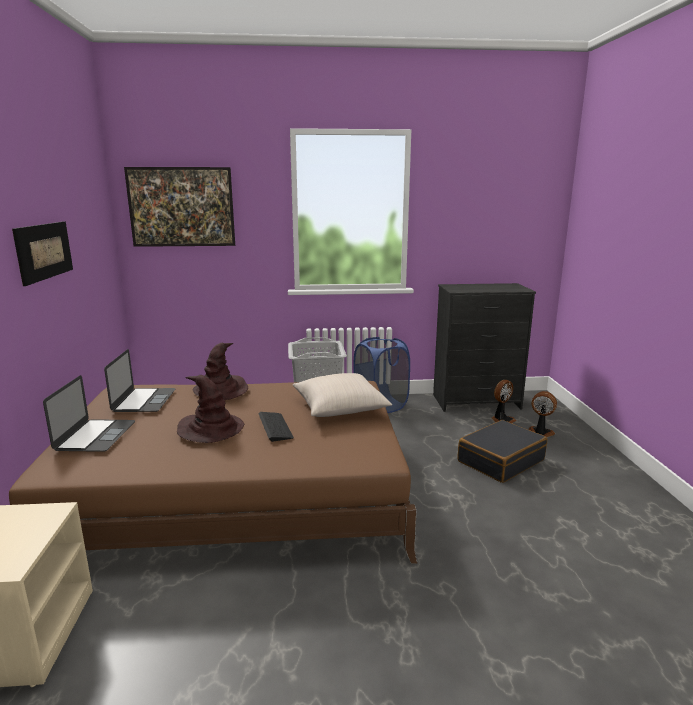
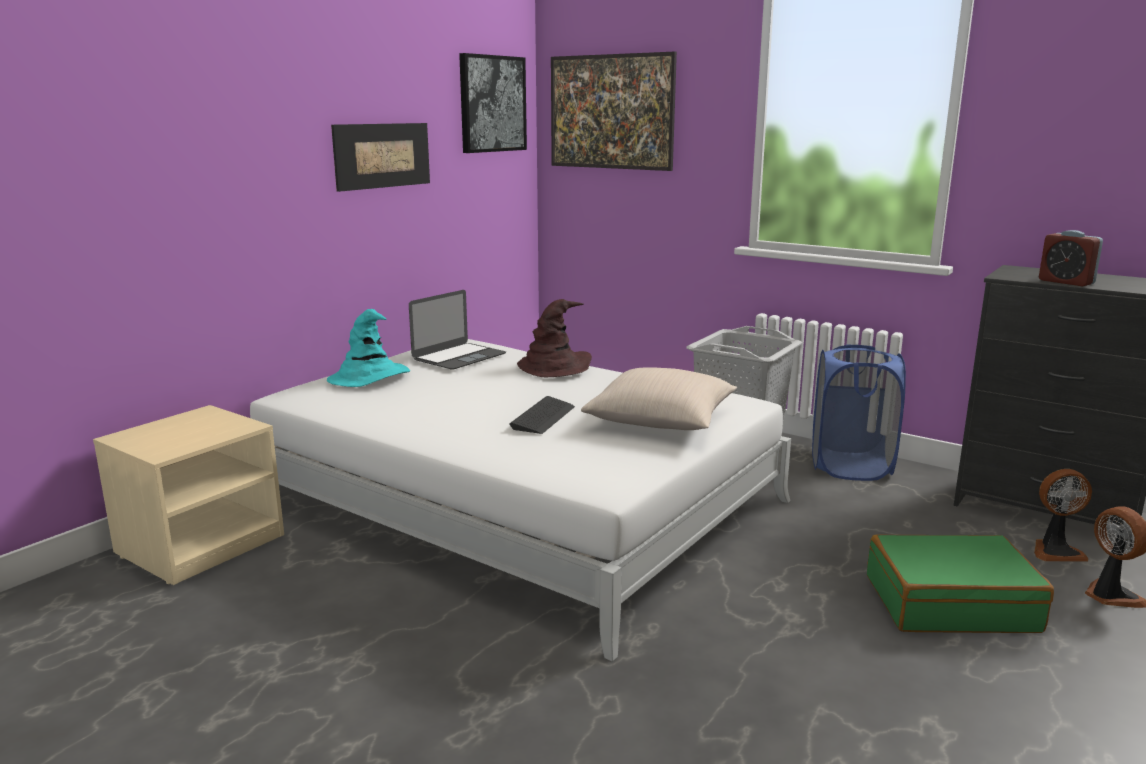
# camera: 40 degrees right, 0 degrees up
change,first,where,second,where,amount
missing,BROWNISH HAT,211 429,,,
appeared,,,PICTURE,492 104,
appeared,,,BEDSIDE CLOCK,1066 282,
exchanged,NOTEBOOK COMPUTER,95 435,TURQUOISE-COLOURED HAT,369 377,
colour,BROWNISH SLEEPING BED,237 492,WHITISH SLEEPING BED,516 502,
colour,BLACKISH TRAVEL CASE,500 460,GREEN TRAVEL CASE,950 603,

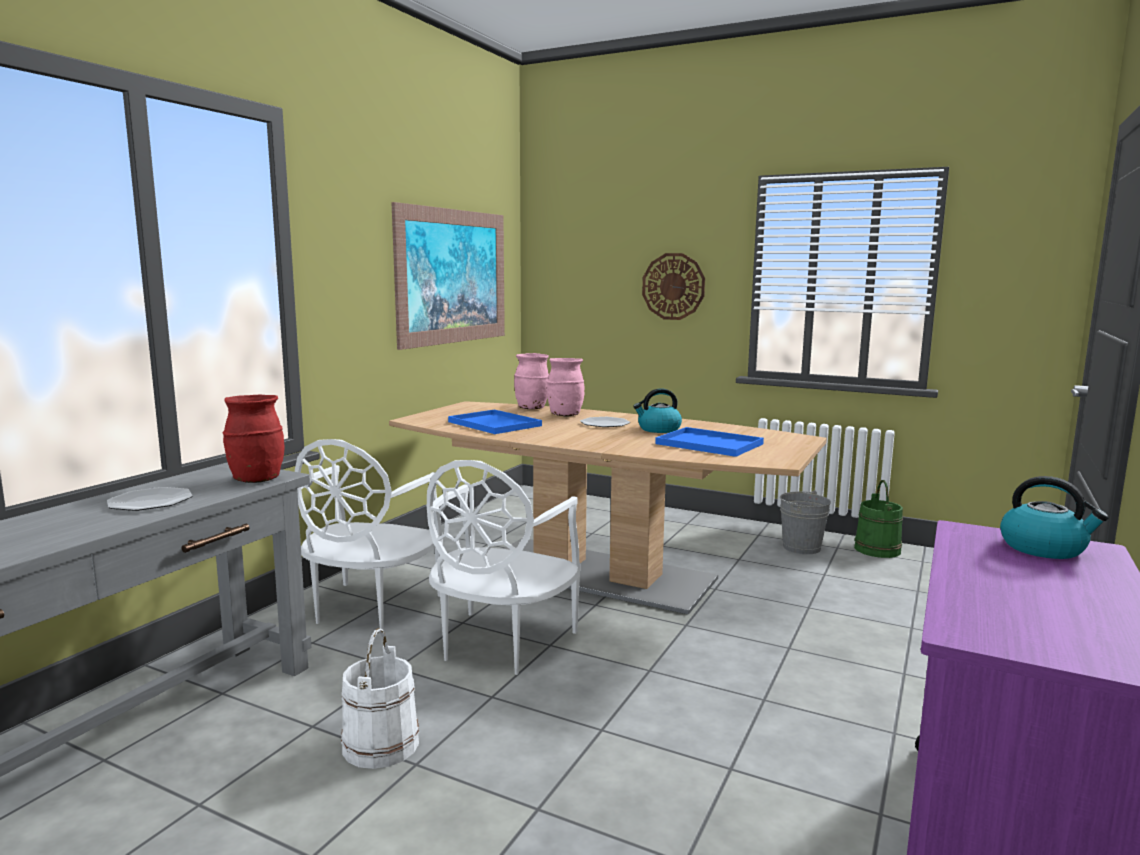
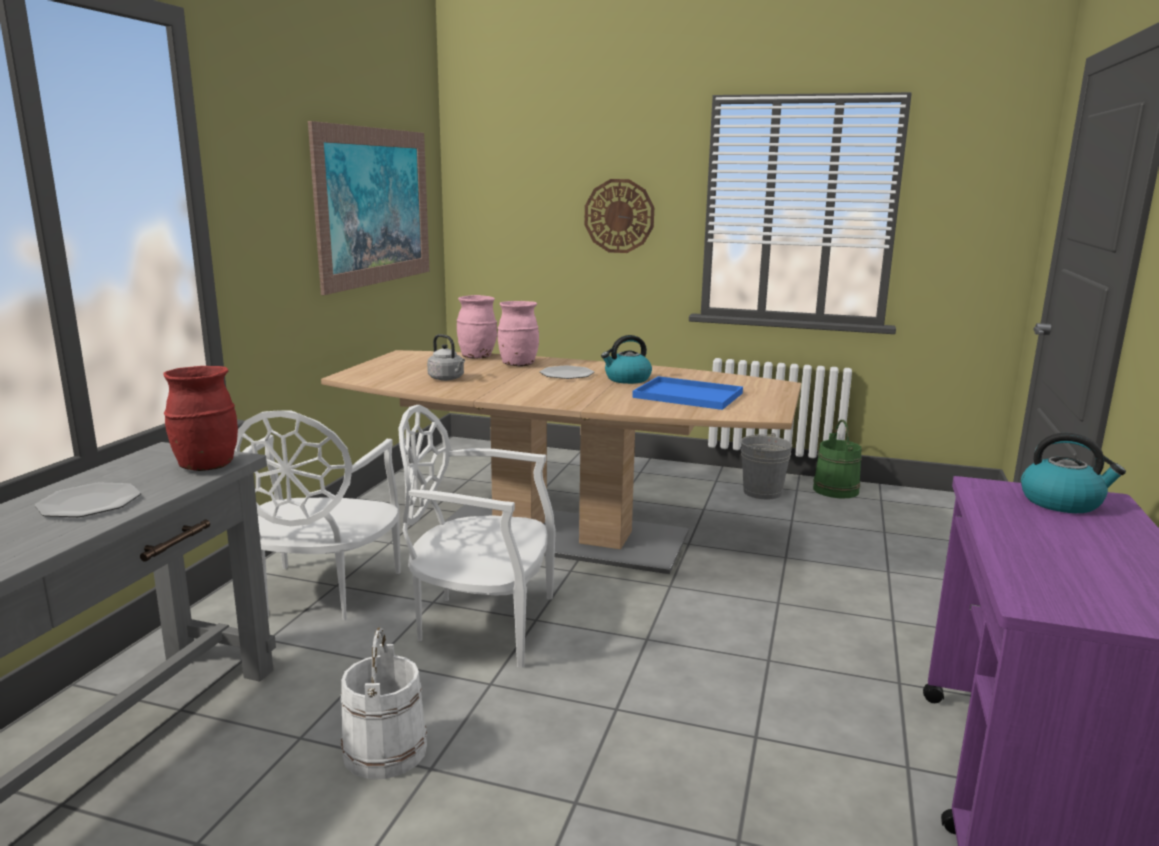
# camera: 10 degrees left, 5 degrees up
change,first,where,second,where,amount
exchanged,BLUE-COLOURED TRAY,496 424,GREYISH KETTLE,447 379,
spun,WHITISH UPRIGHT CHAIR,500 644,,482 623,90 degrees clockwise

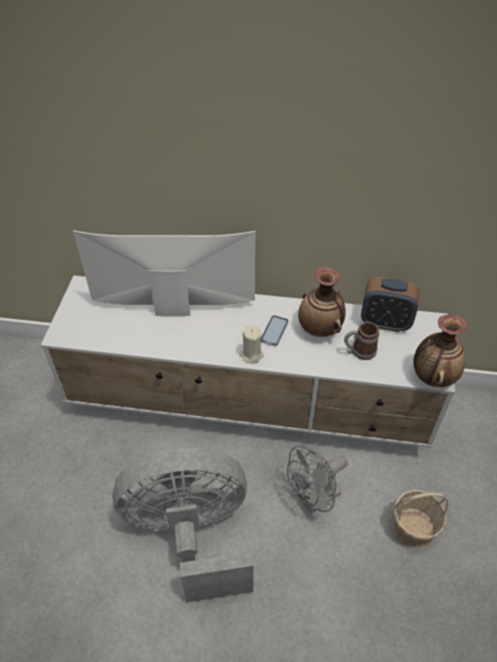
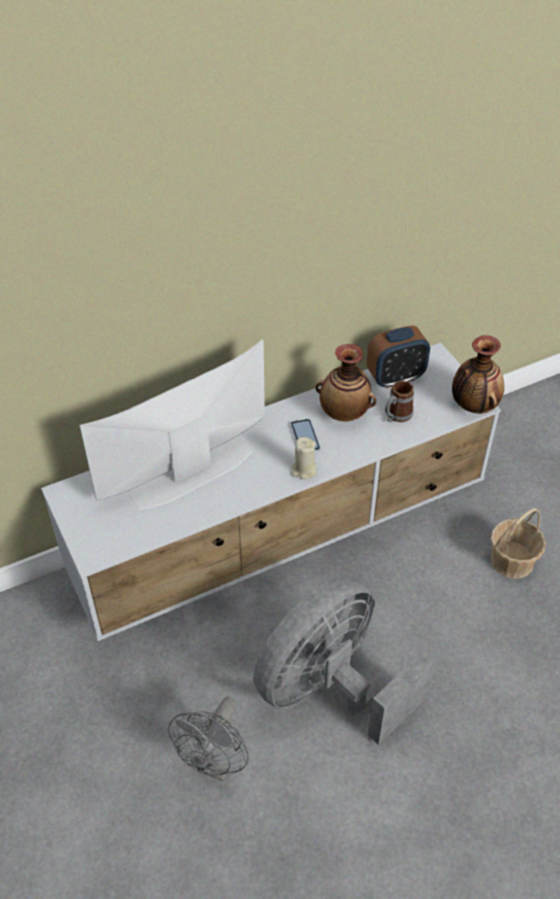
# camera: 35 degrees left, 0 degrees up
change,first,where,second,where,amount
relocated,GREYISH COOLING FAN,313 500,,216 763,

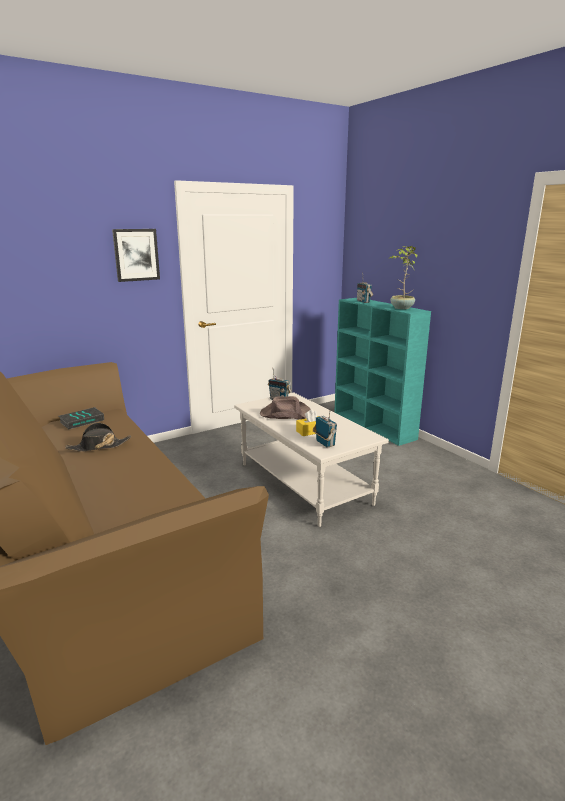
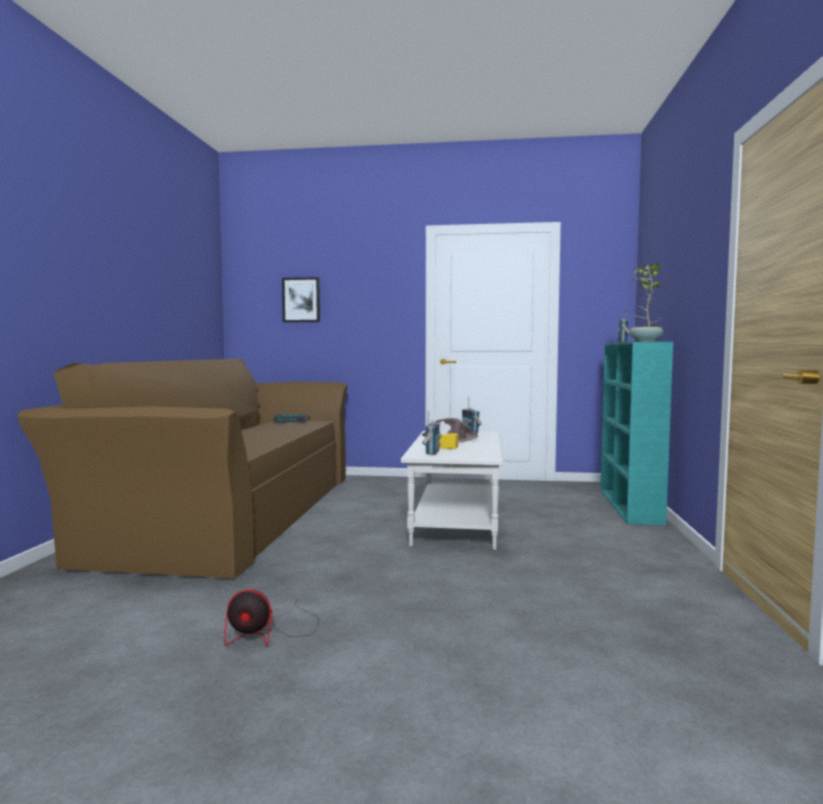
# camera: 40 degrees right, 15 degrees down
change,first,where,second,where,amount
missing,BLACKISH HAT,99 446,,,
appeared,,,COOLING FAN,270 633,
relocated,PICTURE,136 255,,301 300,

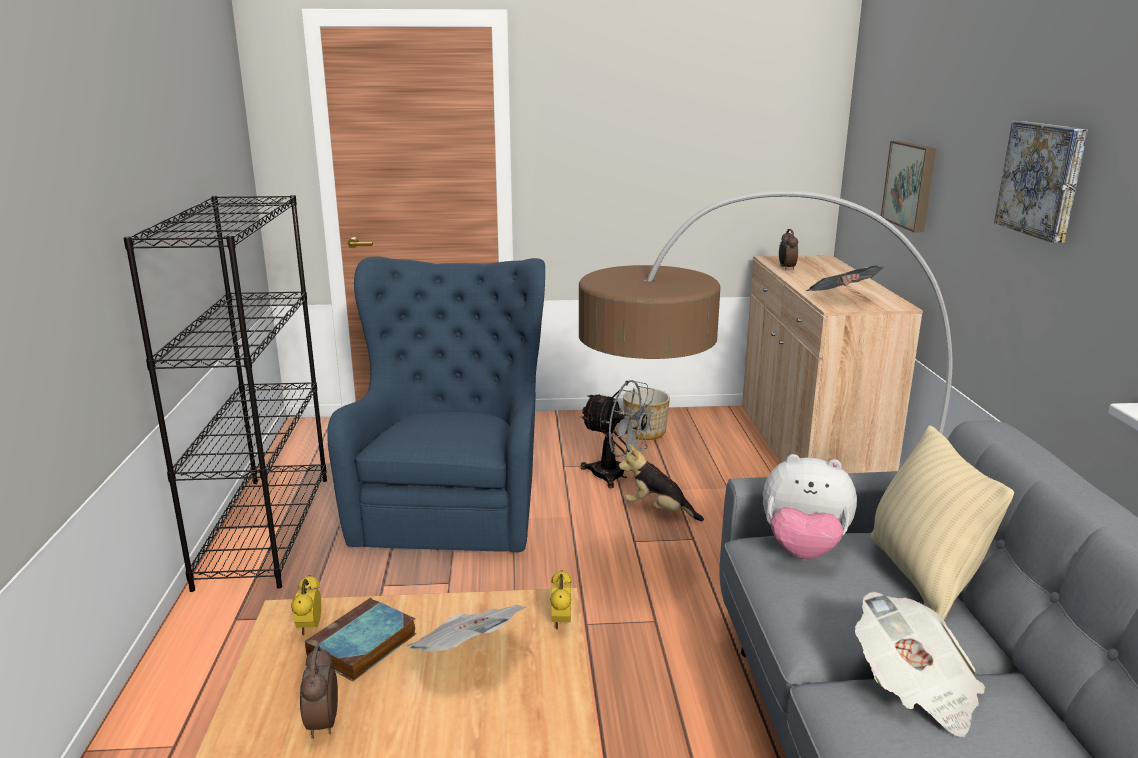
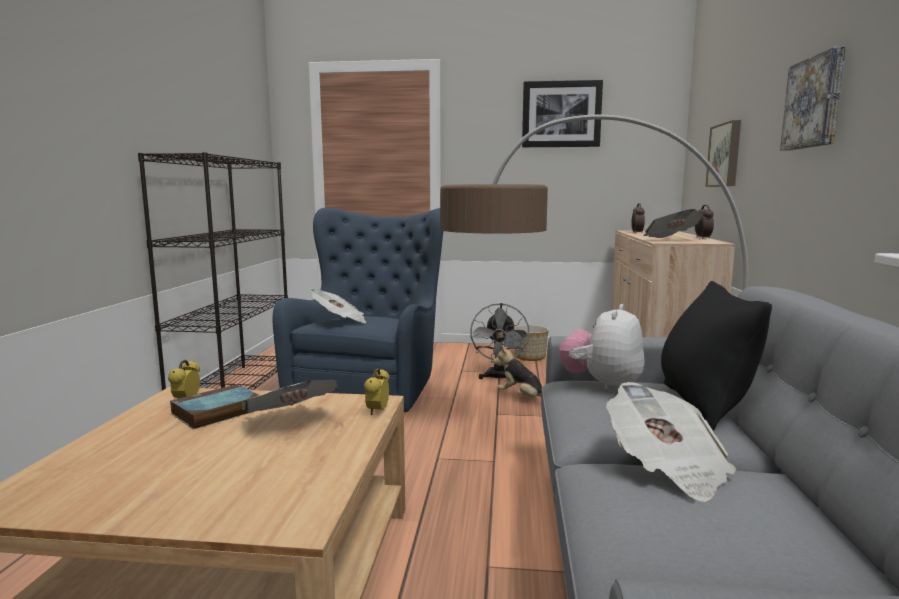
# camera: 10 degrees right, 10 degrees down
change,first,where,second,where,amount
appeared,,,PRINTED PAPER,340 321,
appeared,,,PICTURE,561 114,
relocated,BEDSIDE CLOCK,321 724,,702 238,
colour,SAND-COLOURED CUSHION,922 576,BLACKISH CUSHION,703 406,
spun,GREYISH COOLING FAN,617 476,,499 378,60 degrees clockwise
spun,SOFT TOY,803 549,,602 385,90 degrees clockwise

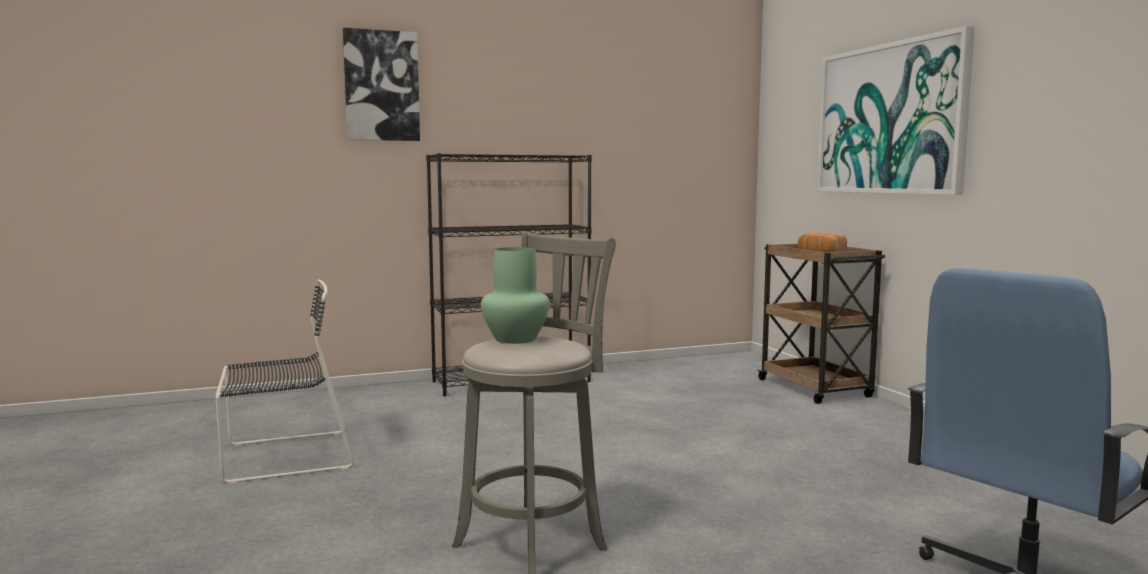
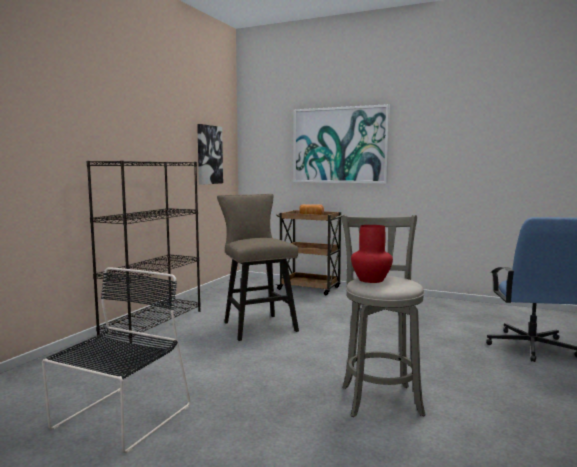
# camera: 45 degrees left, 0 degrees up
change,first,where,second,where,amount
appeared,,,SAND-COLOURED STOOL,257 325,
relocated,PICTURE,381 86,,209 154,
colour,GREEN FLOWER VASE,514 339,RED-COLOURED FLOWER VASE,371 280,

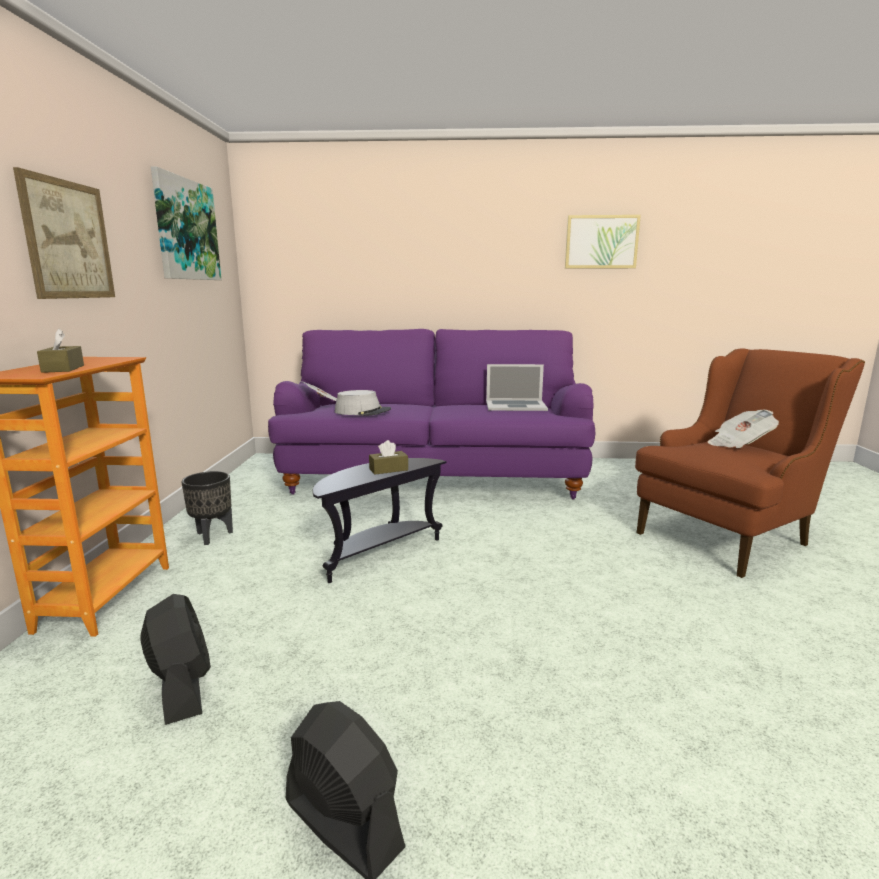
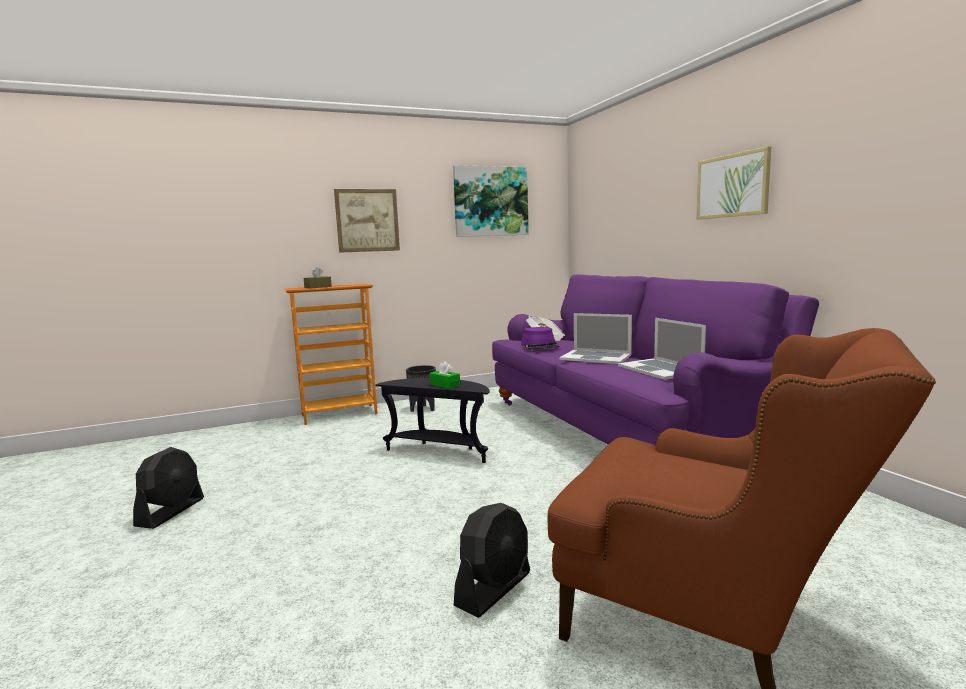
# camera: 65 degrees right, 5 degrees down
change,first,where,second,where,amount
missing,PRINTED PAPER,739 444,,,
appeared,,,NOTEBOOK COMPUTER,596 357,
relocated,BLACKISH COOLING FAN,182 688,,494 589,
relocated,PICTURE,601 242,,732 186,
colour,GREYISH HAT,363 411,PURPLISH HAT,540 346,
colour,BROWNISH TISSUE BOX,388 469,GREEN TISSUE BOX,445 385,

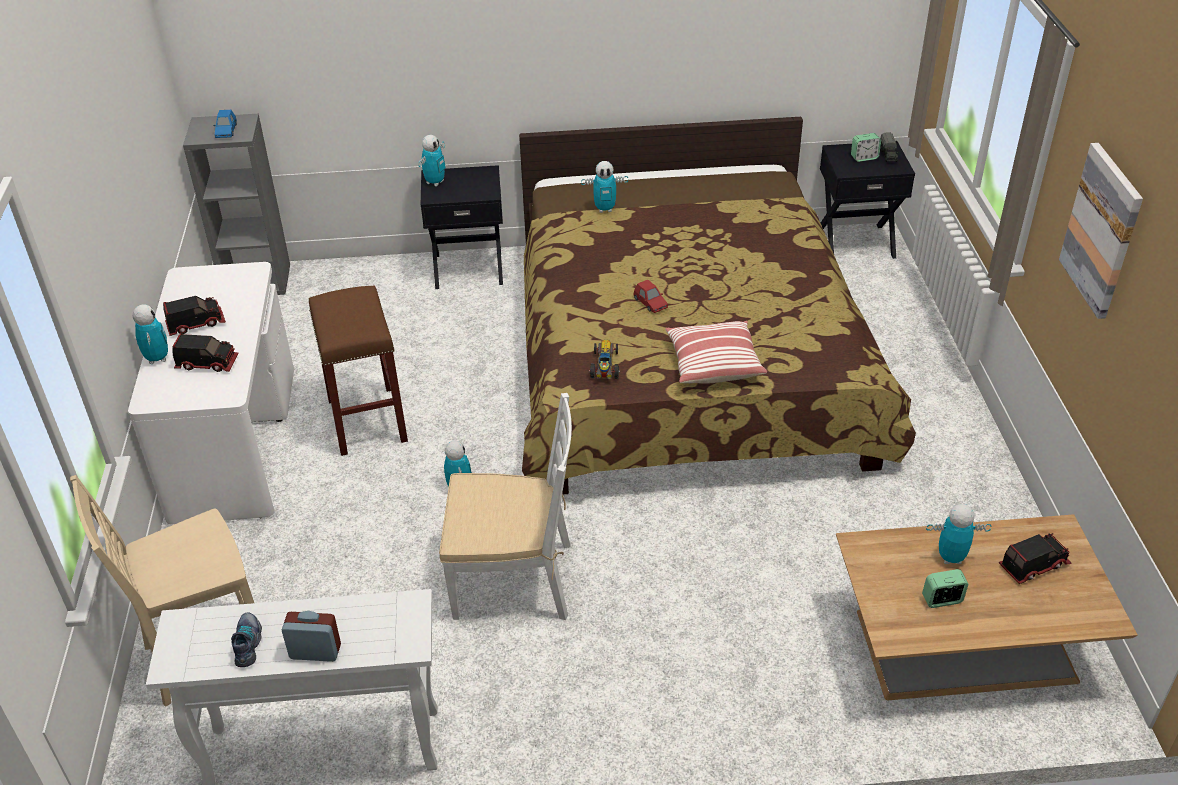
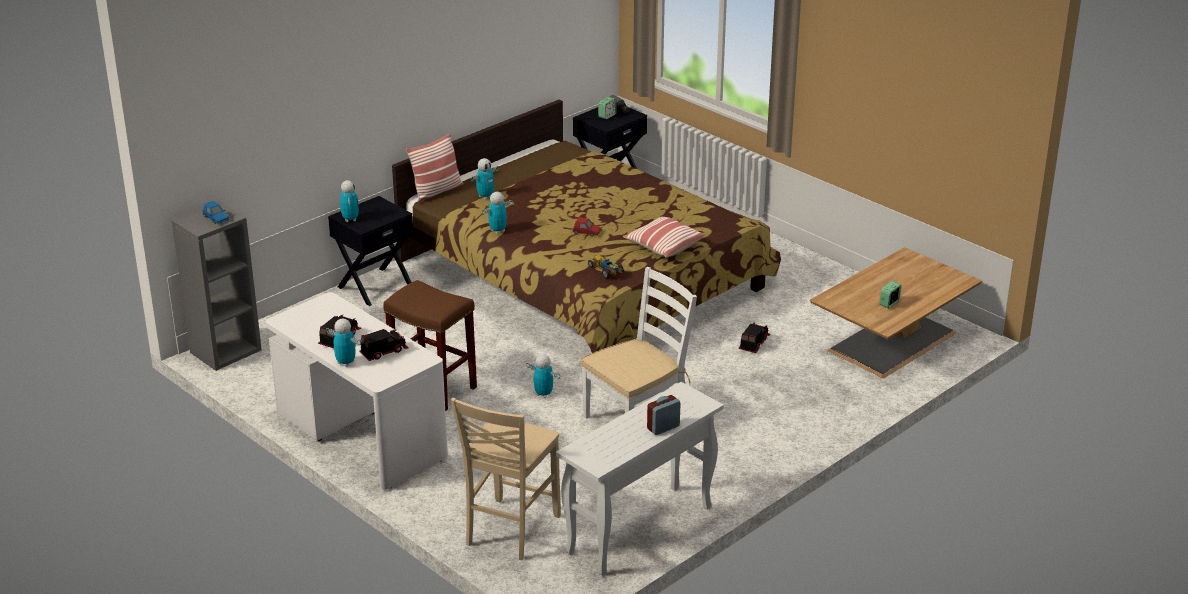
# camera: 40 degrees left, 10 degrees down
change,first,where,second,where,amount
missing,SHOE,248 643,,,
missing,PICTURE,1102 230,,,
appeared,,,CUSHION,437 191,
relocated,MODEL ROBOT,950 558,,497 231,
relocated,TOY TRUCK,1033 565,,753 343,

